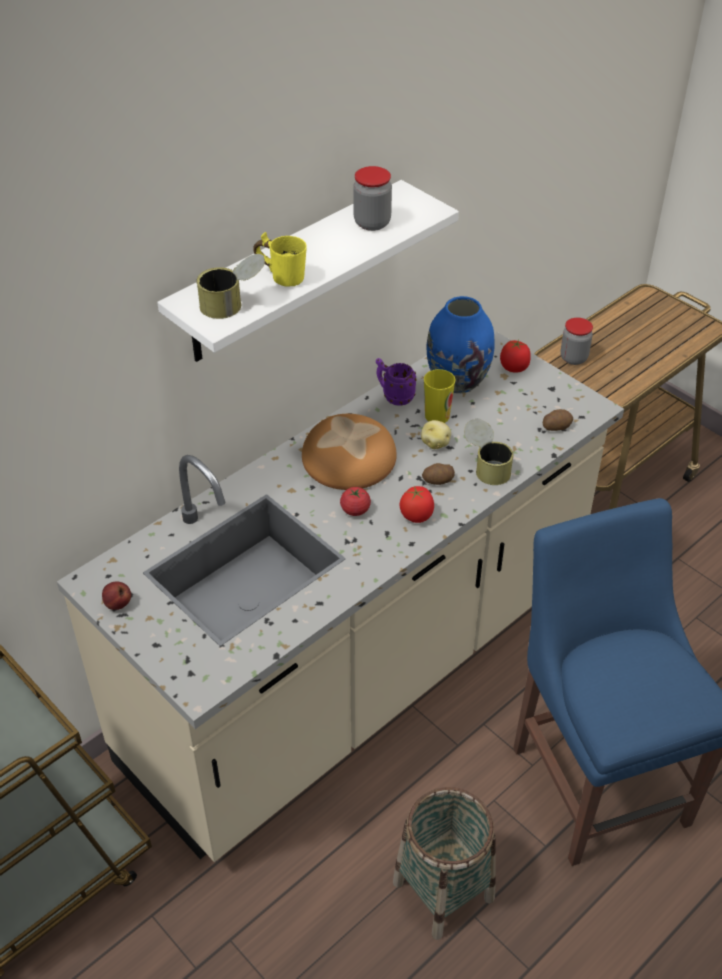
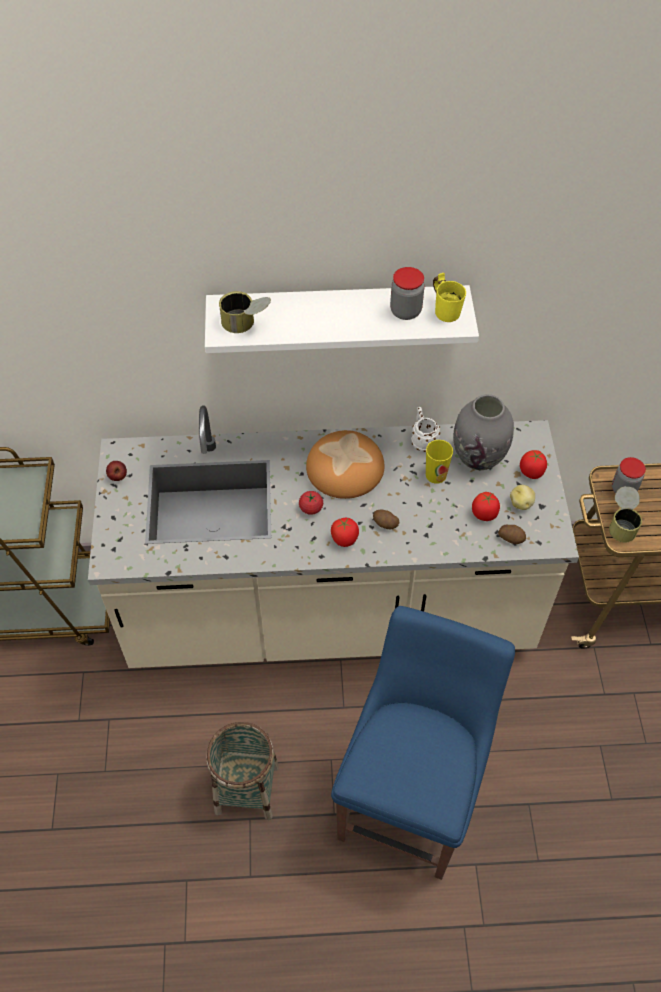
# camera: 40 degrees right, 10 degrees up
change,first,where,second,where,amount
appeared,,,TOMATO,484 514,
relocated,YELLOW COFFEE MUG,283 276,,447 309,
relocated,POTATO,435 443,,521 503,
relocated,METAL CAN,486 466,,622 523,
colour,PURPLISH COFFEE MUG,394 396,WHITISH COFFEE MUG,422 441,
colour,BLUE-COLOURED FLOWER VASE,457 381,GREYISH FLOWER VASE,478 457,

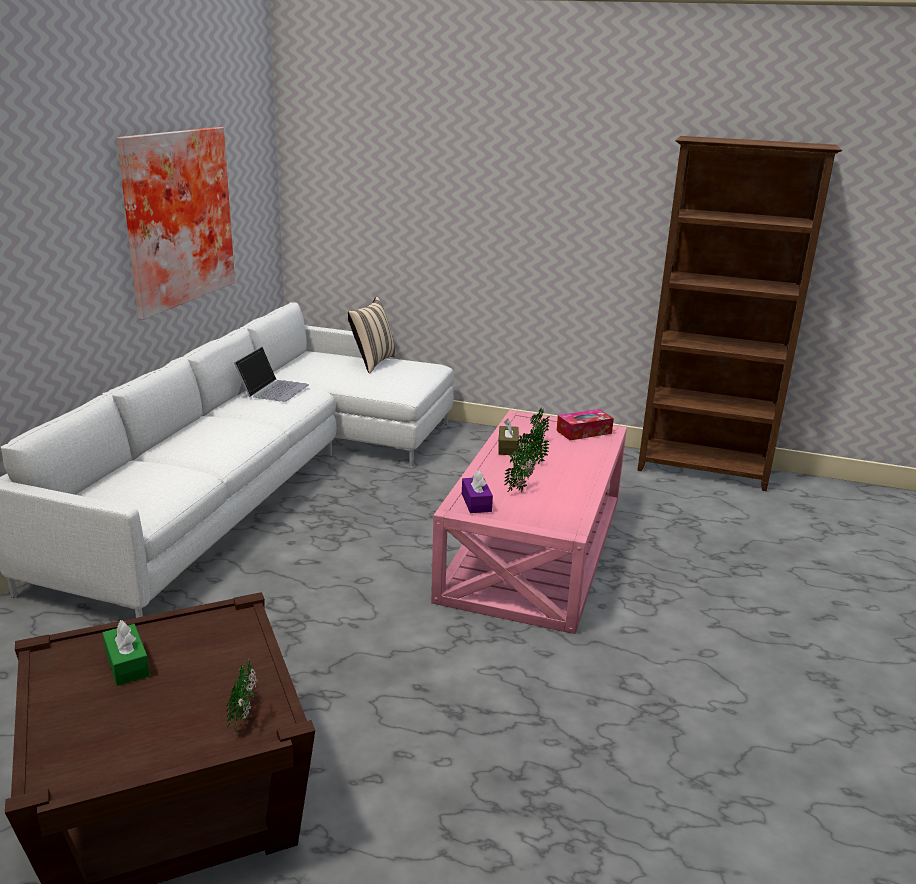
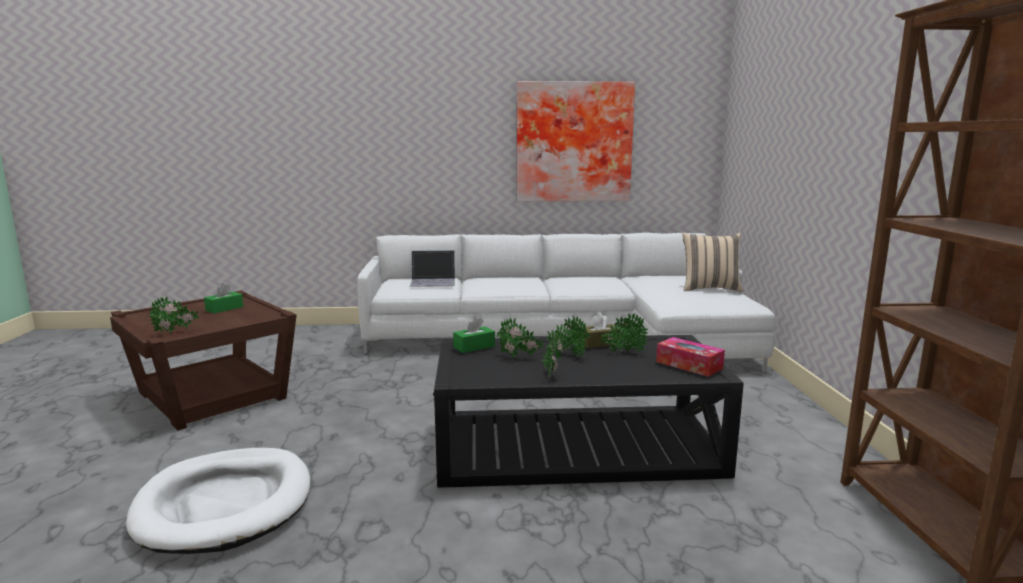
# camera: 70 degrees right, 10 degrees down
change,first,where,second,where,amount
appeared,,,WHITISH PET BED,225 504,
appeared,,,POTTED PLANT,550 373,
relocated,NOTEBOOK COMPUTER,273 389,,433 281,
colour,PINK-COLOURED LOUNGE TABLE,533 546,BLACKISH LOUNGE TABLE,575 446,
colour,PURPLISH TISSUE BOX,476 502,GREEN TISSUE BOX,474 347,

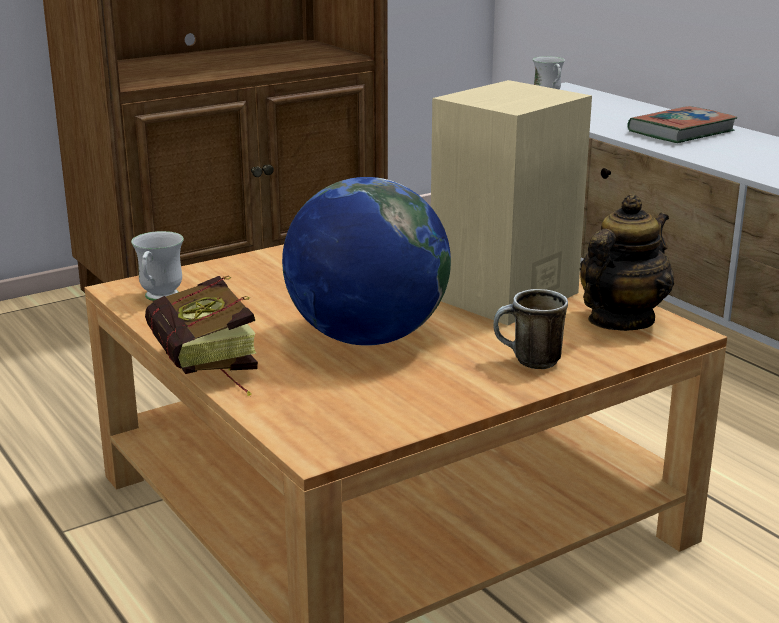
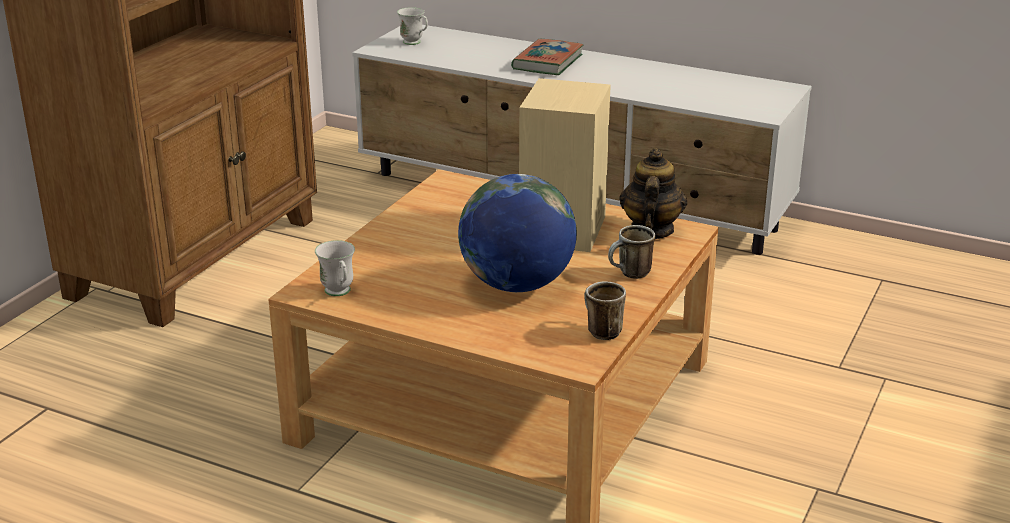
# camera: 30 degrees left, 5 degrees up
change,first,where,second,where,amount
missing,BOUND BOOK,208 370,,,
appeared,,,COFFEE MUG,599 331,

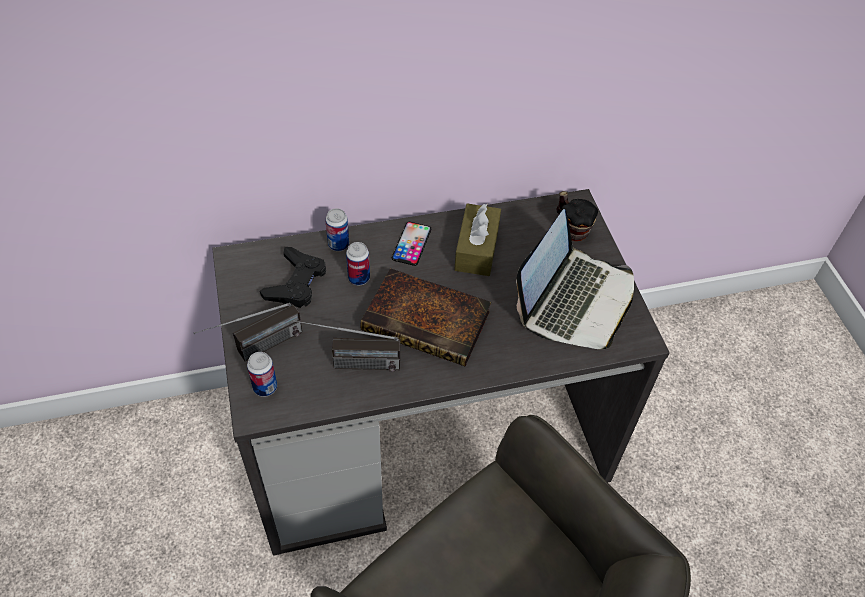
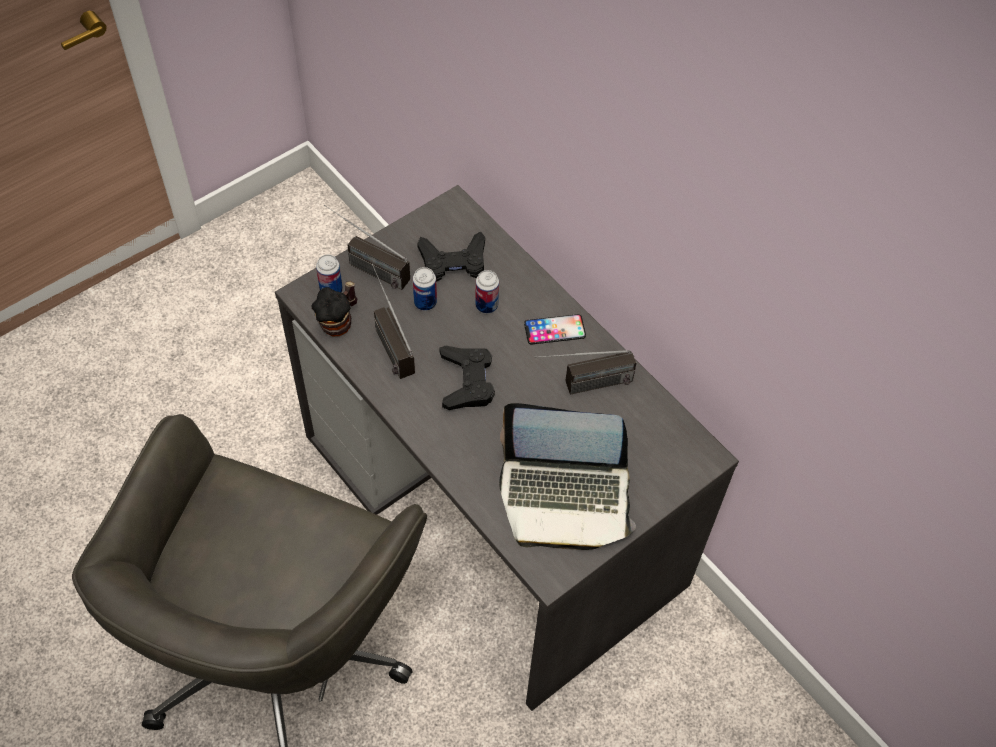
# camera: 65 degrees right, 5 degrees up
change,first,where,second,where,amount
relocated,METAL CAN,338 244,,425 303,
relocated,COFFEE MUG,571 229,,339 321,
exchanged,BOUND BOOK,429 322,BLACKISH GAMEPAD,467 381,
exchanged,BROWNISH TISSUE BOX,476 249,RADIO SET,582 386,

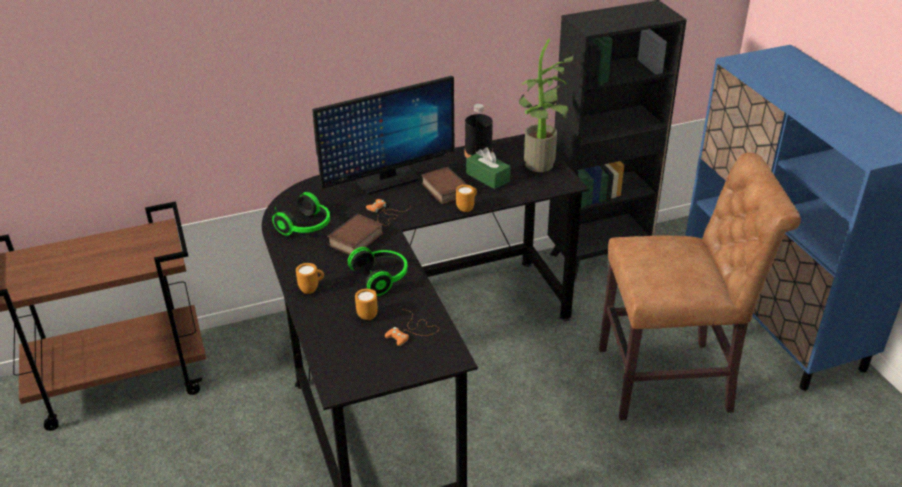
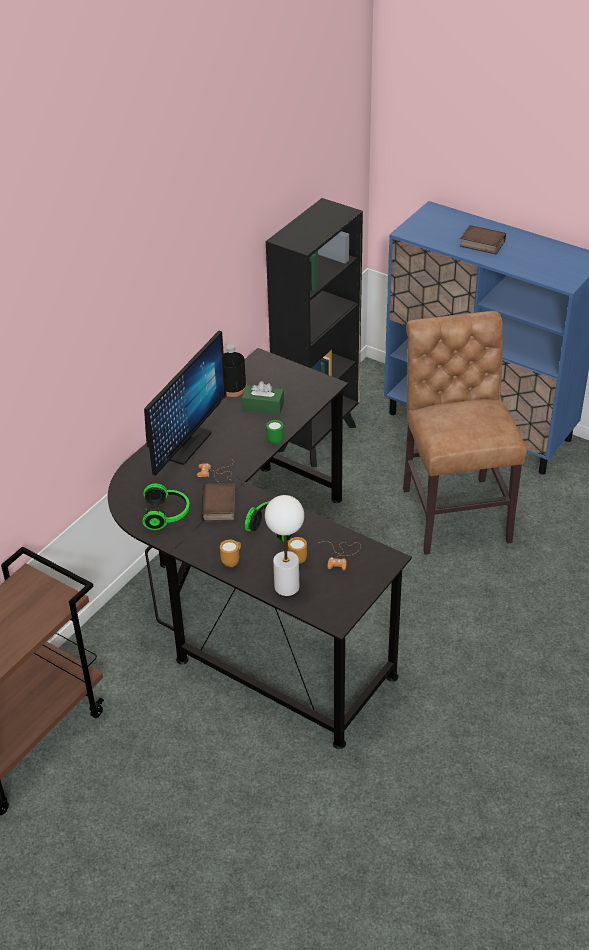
# camera: 35 degrees left, 5 degrees up
change,first,where,second,where,amount
missing,POTTED PLANT,542 167,,,
appeared,,,WHITISH TABLETOP LAMP,287 587,
relocated,BOUND BOOK,443 190,,481 244,
colour,ORANGEY COFFEE MUG,467 208,GREEN COFFEE MUG,276 440,
spun,BROWNISH UPRIGHT CHAIR,672 380,,454 511,60 degrees counterclockwise

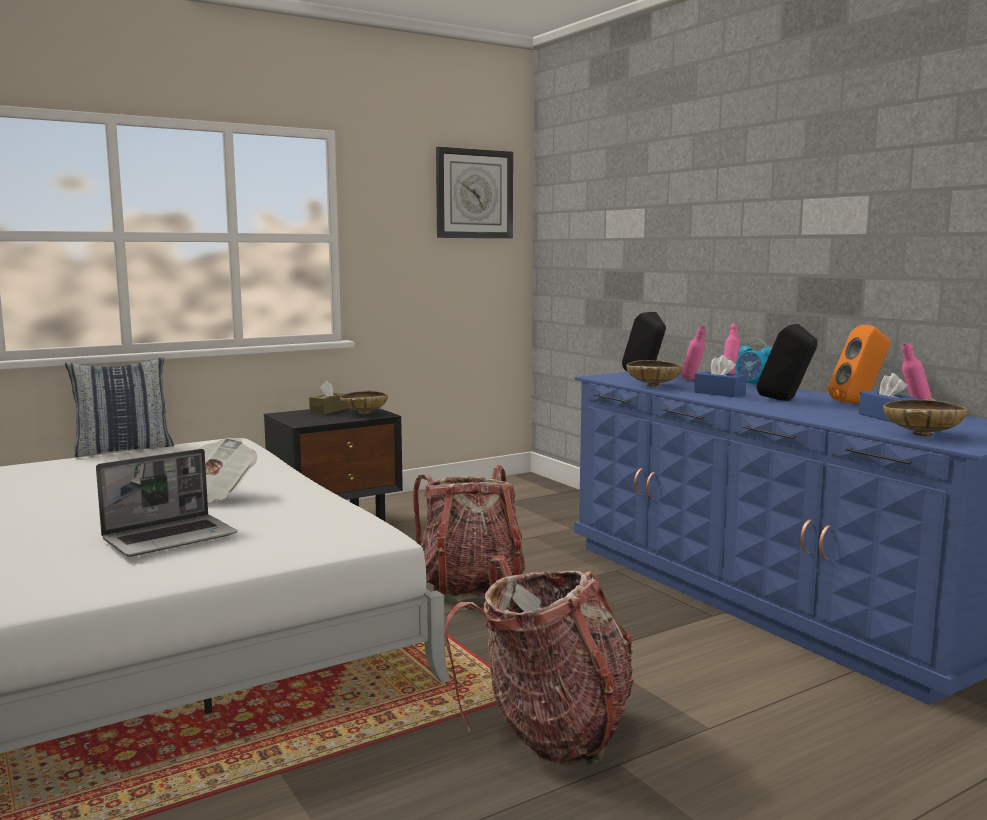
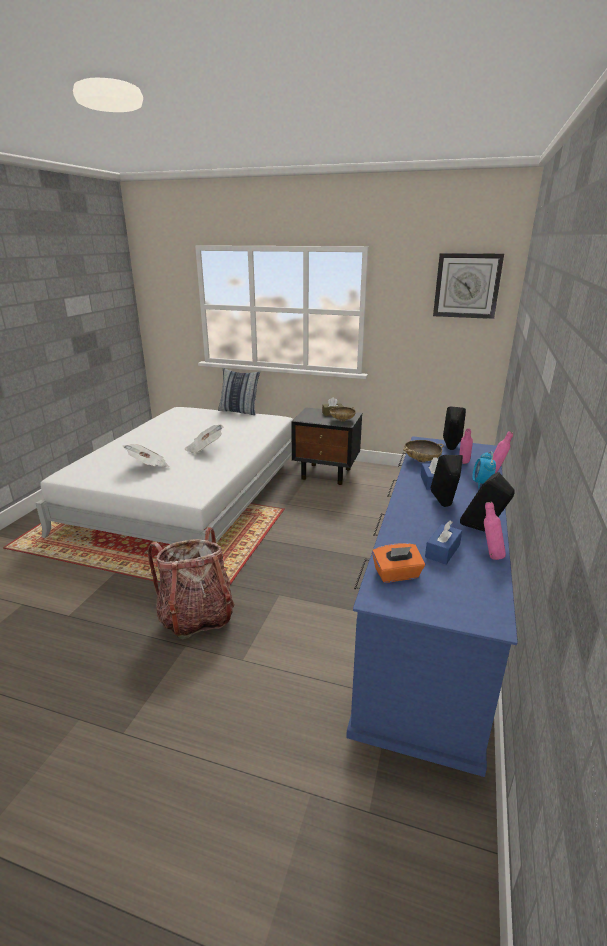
# camera: 50 degrees right, 15 degrees up
change,first,where,second,where,amount
missing,RUCKSACK,470 586,,,
exchanged,NOTEBOOK COMPUTER,171 537,PRINTED PAPER,148 466,
exchanged,SAND-COLOURED BOWL,921 434,ORANGEY TISSUE BOX,397 574,
colour,ORANGEY AUDIO SPEAKER,858 403,BLACKISH AUDIO SPEAKER,482 530,

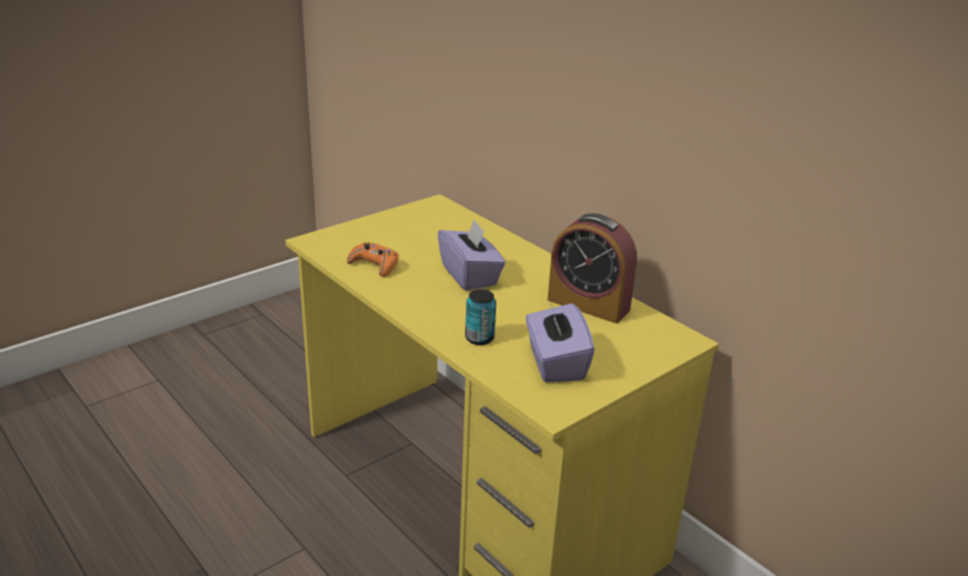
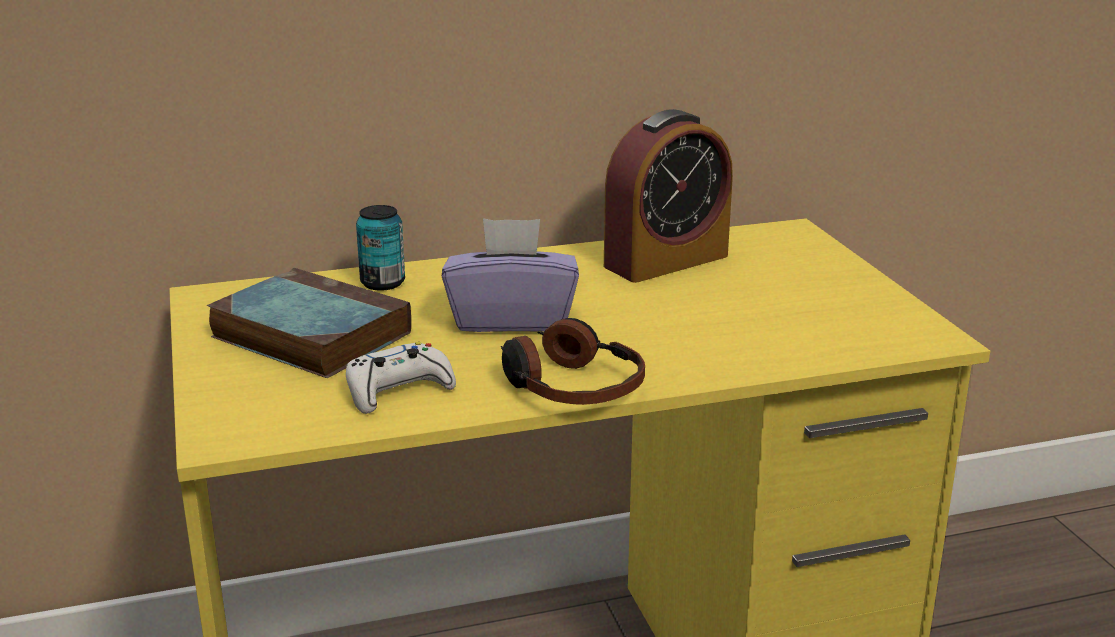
# camera: 65 degrees left, 5 degrees down
change,first,where,second,where,amount
missing,PURPLISH TISSUE BOX,555 363,,,
appeared,,,BOUND BOOK,307 334,
appeared,,,HEADPHONES,570 386,
relocated,METAL CAN,479 338,,382 283,
colour,ORANGEY GAMEPAD,374 265,WHITISH GAMEPAD,398 390,

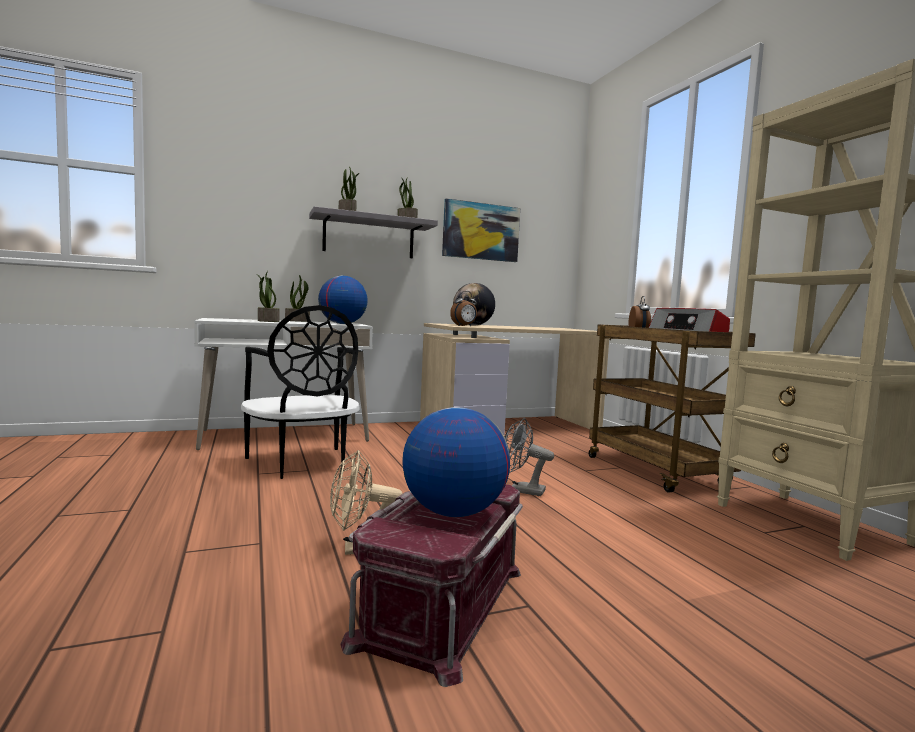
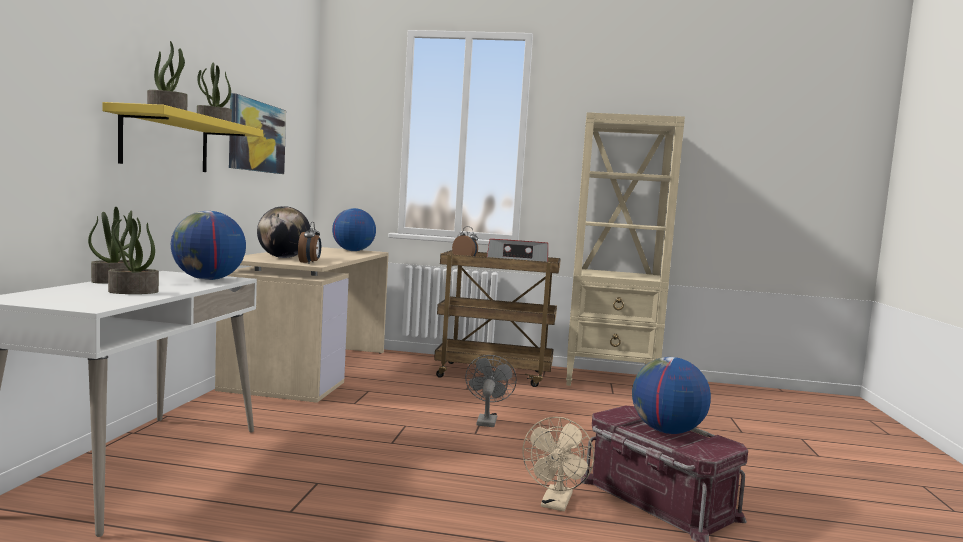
# camera: 60 degrees left, 0 degrees up
change,first,where,second,where,amount
missing,BLACKISH UPRIGHT CHAIR,302 464,,,
appeared,,,WORLD GLOBE,353 251,
colour,GREYISH BRACKET SHELF,369 237,YELLOW BRACKET SHELF,166 142,
spun,GREYISH COOLING FAN,521 490,,487 420,135 degrees clockwise

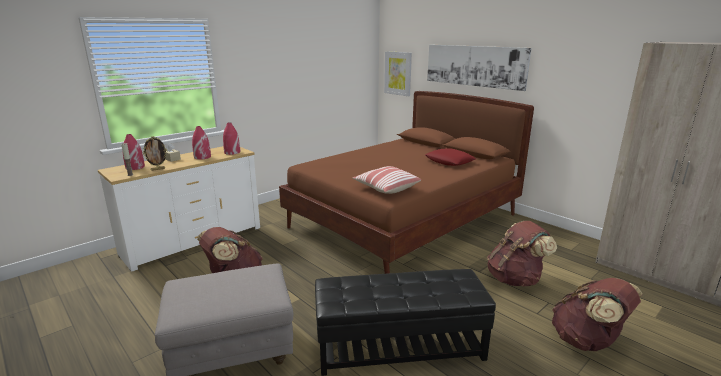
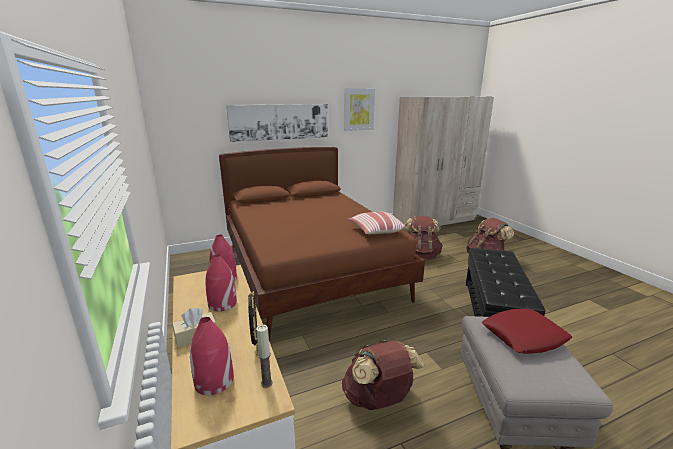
# camera: 70 degrees left, 0 degrees up
change,first,where,second,where,amount
relocated,PICTURE,398 73,,359 109,
relocated,RED-COLOURED CUSHION,449 161,,524 336,

